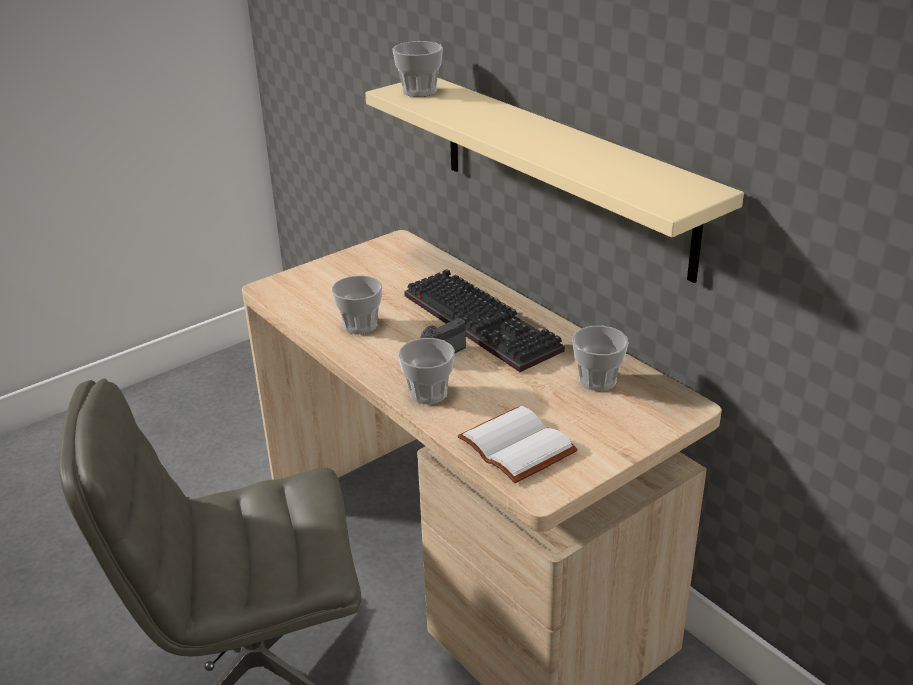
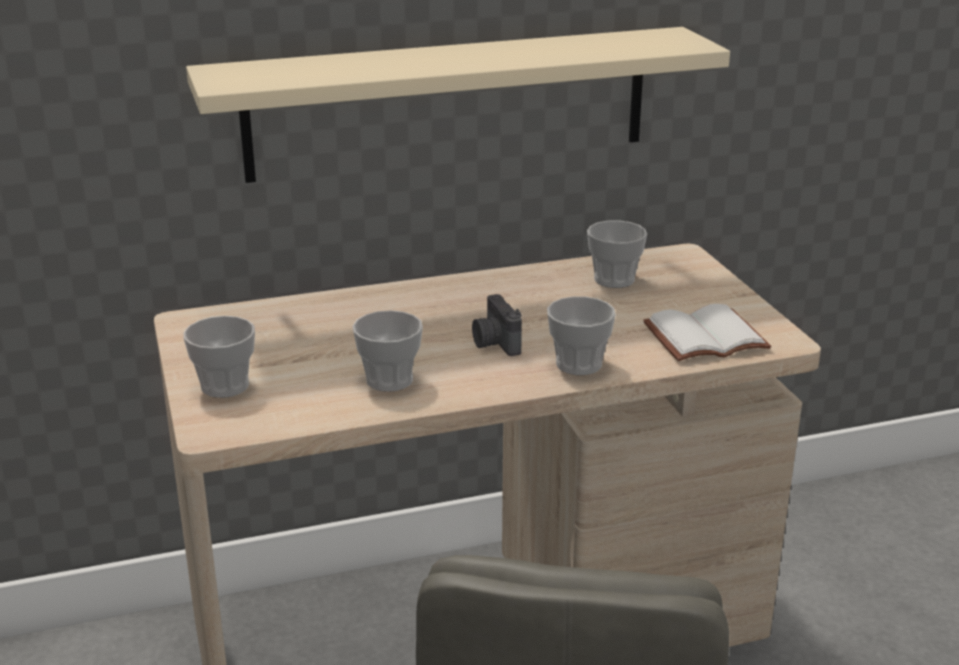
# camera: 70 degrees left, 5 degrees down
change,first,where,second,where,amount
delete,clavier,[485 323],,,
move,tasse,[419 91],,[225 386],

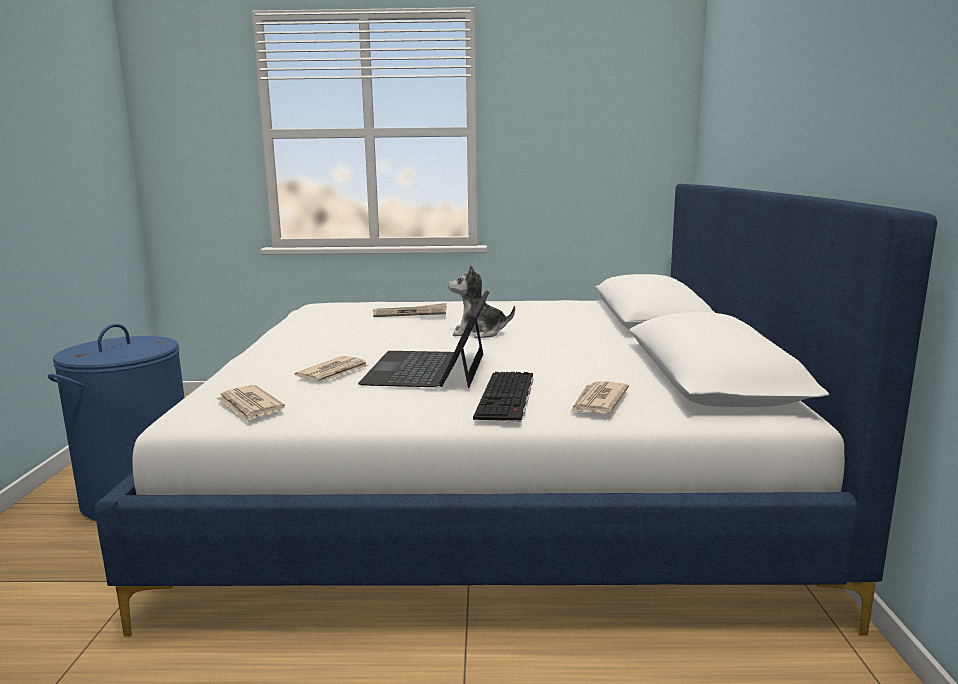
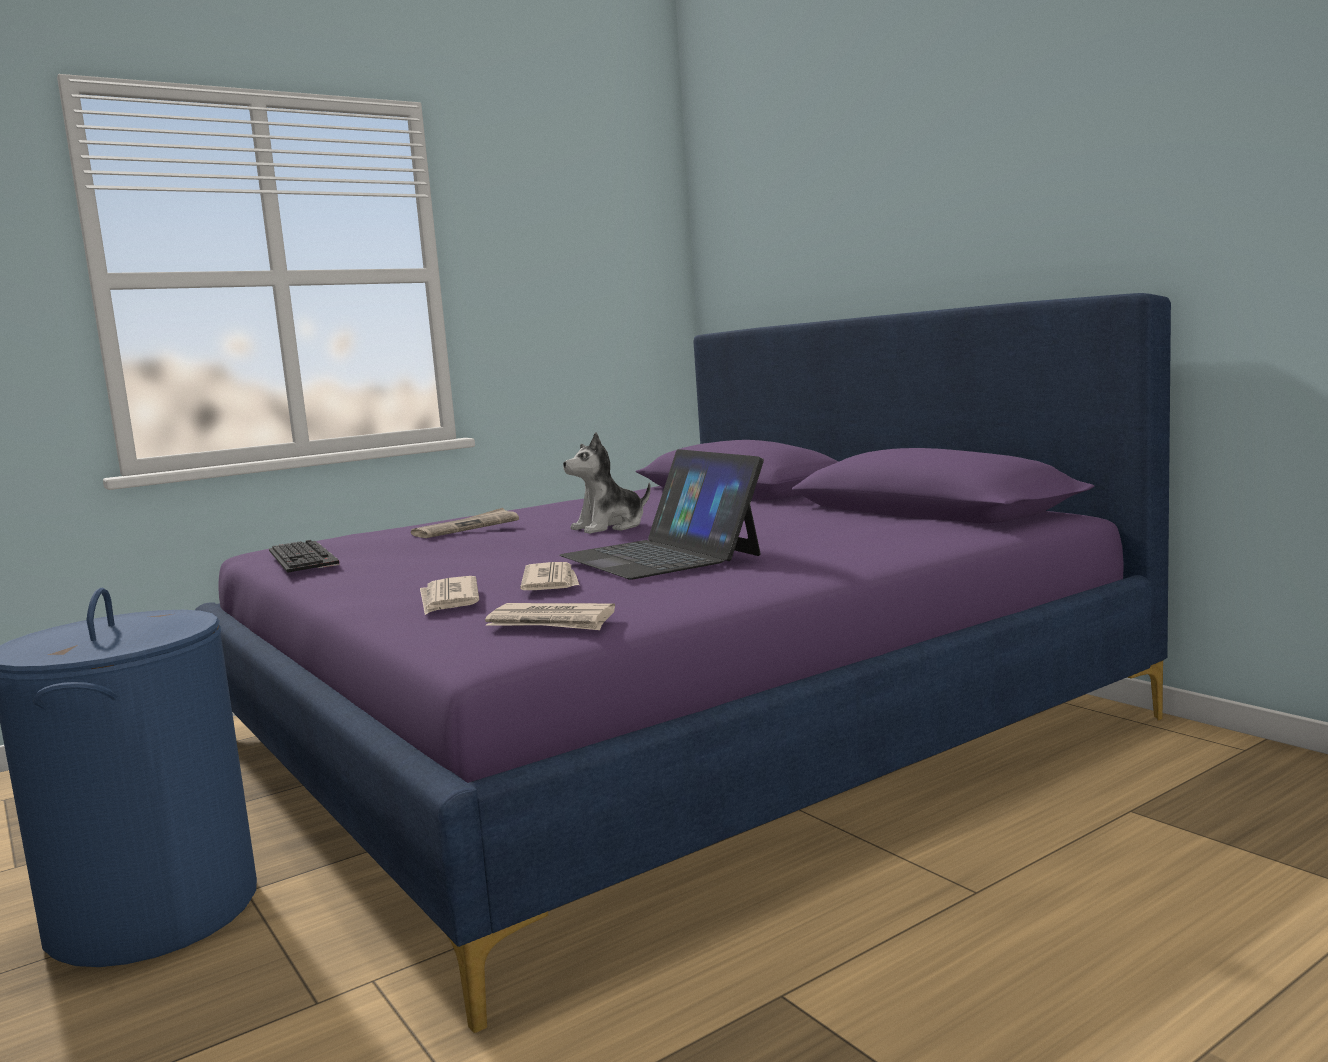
# camera: 35 degrees left, 5 degrees down
change,first,where,second,where,amount
move,clavier,[507 397],,[305 557],
move,journal,[598 401],,[449 600],
recolor,lit [blanc],[491 480],lit [violet],[658 726],

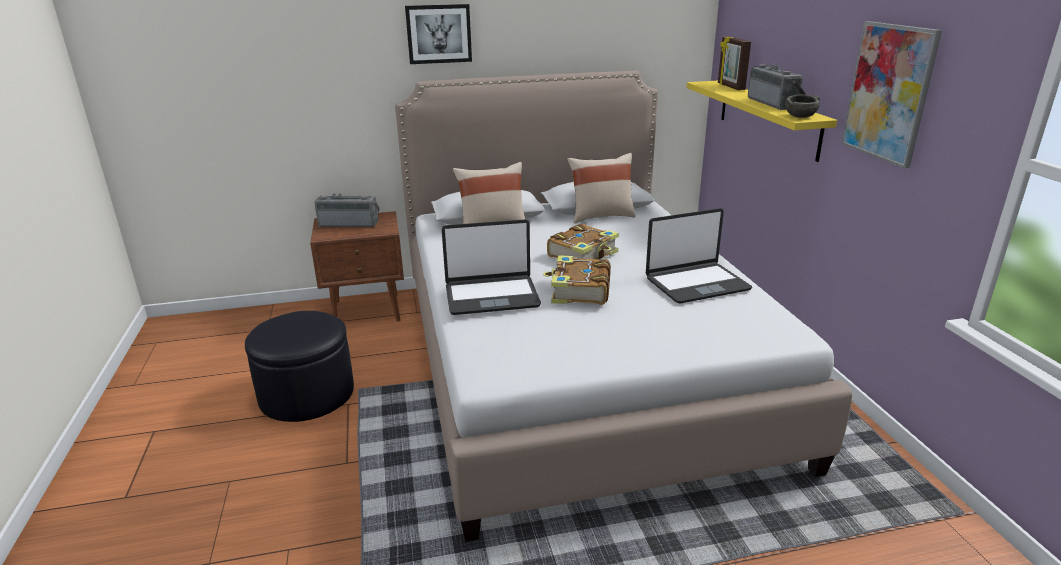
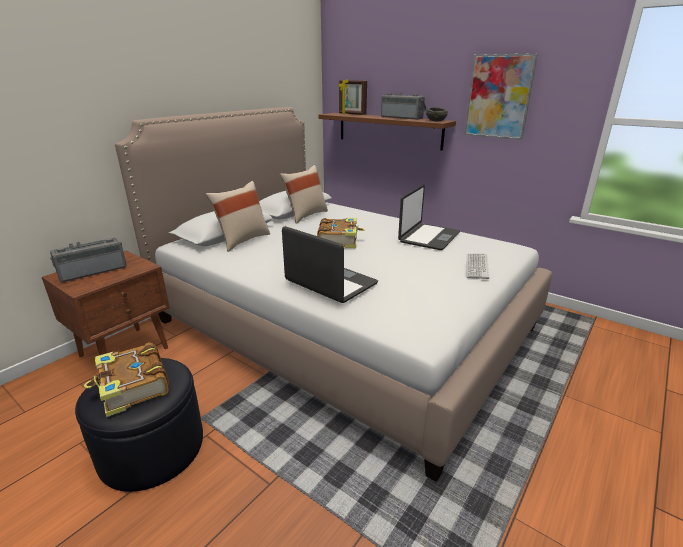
# camera: 40 degrees left, 0 degrees up
change,first,where,second,where,amount
delete,tableau,[439 34],,,
insert,,,clavier,[477 266],
move,livre,[579 291],,[132 387],
recolor,étagère [jaune],[767 118],étagère [marron],[388 130],
rotate,ordinateur portable,[491 296],,[330 283],90 degrees counterclockwise

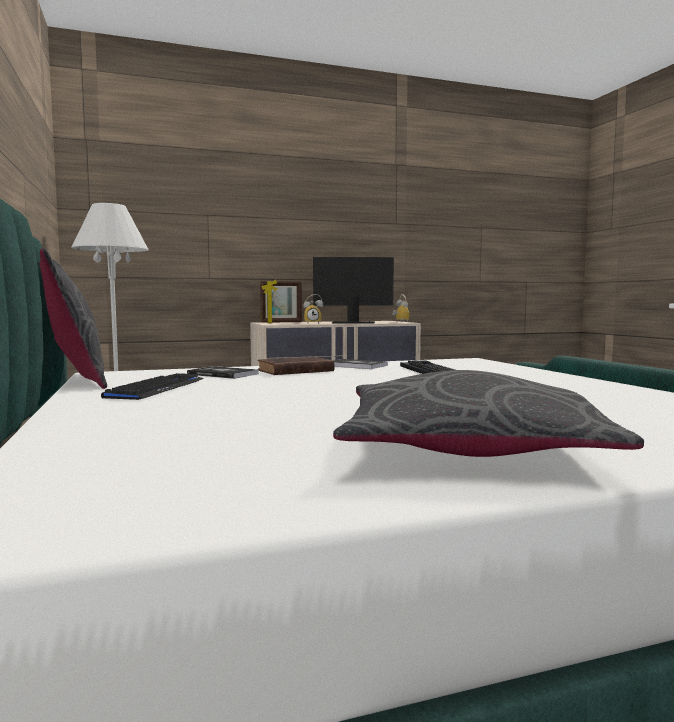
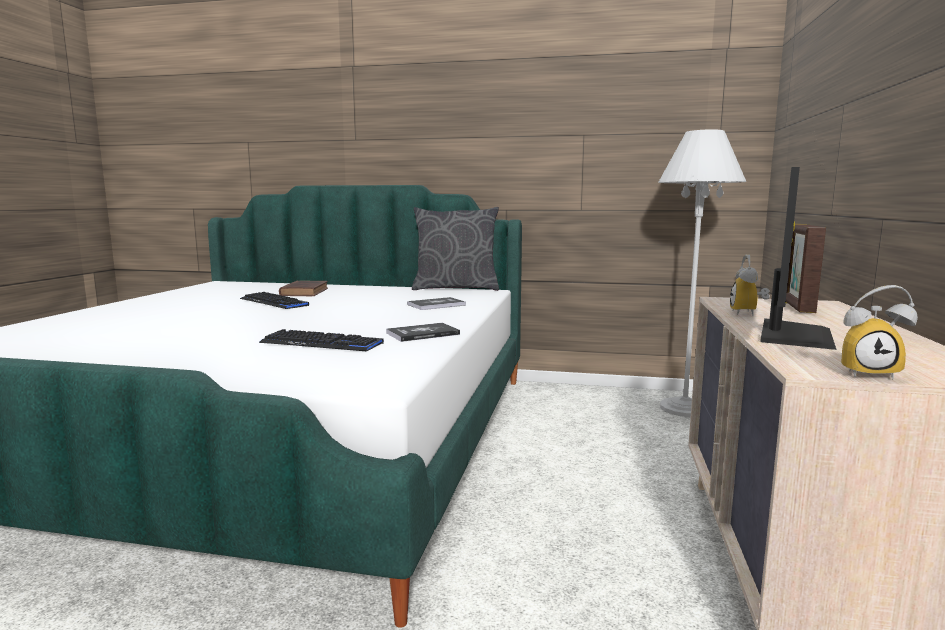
# camera: 120 degrees right, 5 degrees up
change,first,where,second,where,amount
delete,coussin [gris],[466 447],,,
move,clavier,[157 389],,[274 302],
move,livre [marron],[293 371],,[305 292],

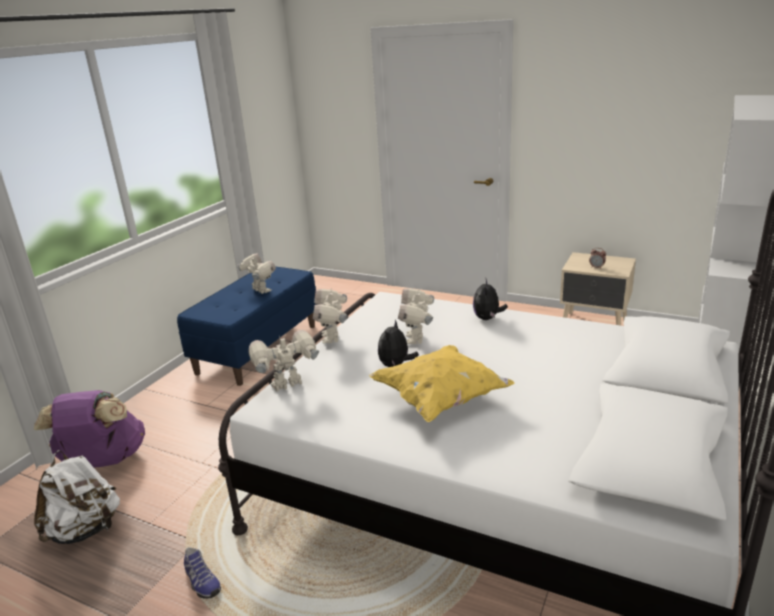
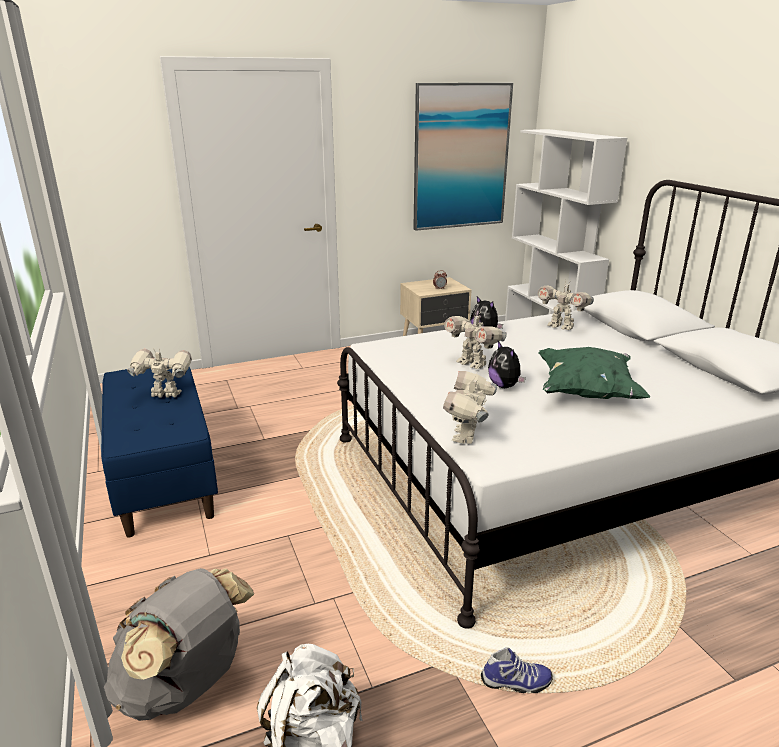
# camera: 50 degrees left, 0 degrees up
change,first,where,second,where,amount
insert,,,tableau,[461 157],
move,robot jouet,[332 338],,[561 326],
recolor,sac à dos [violet],[103 461],sac à dos [gris],[186 685],
recolor,coussin [jaune],[441 400],coussin [vert],[586 392],

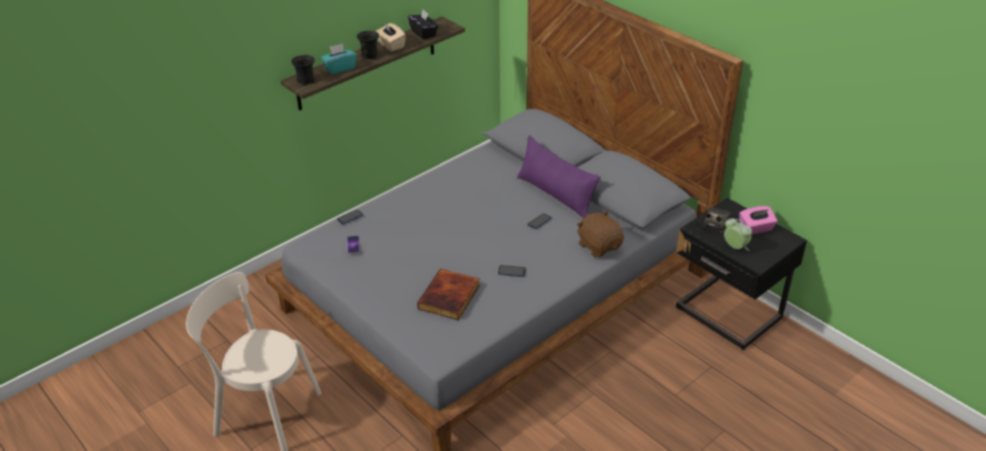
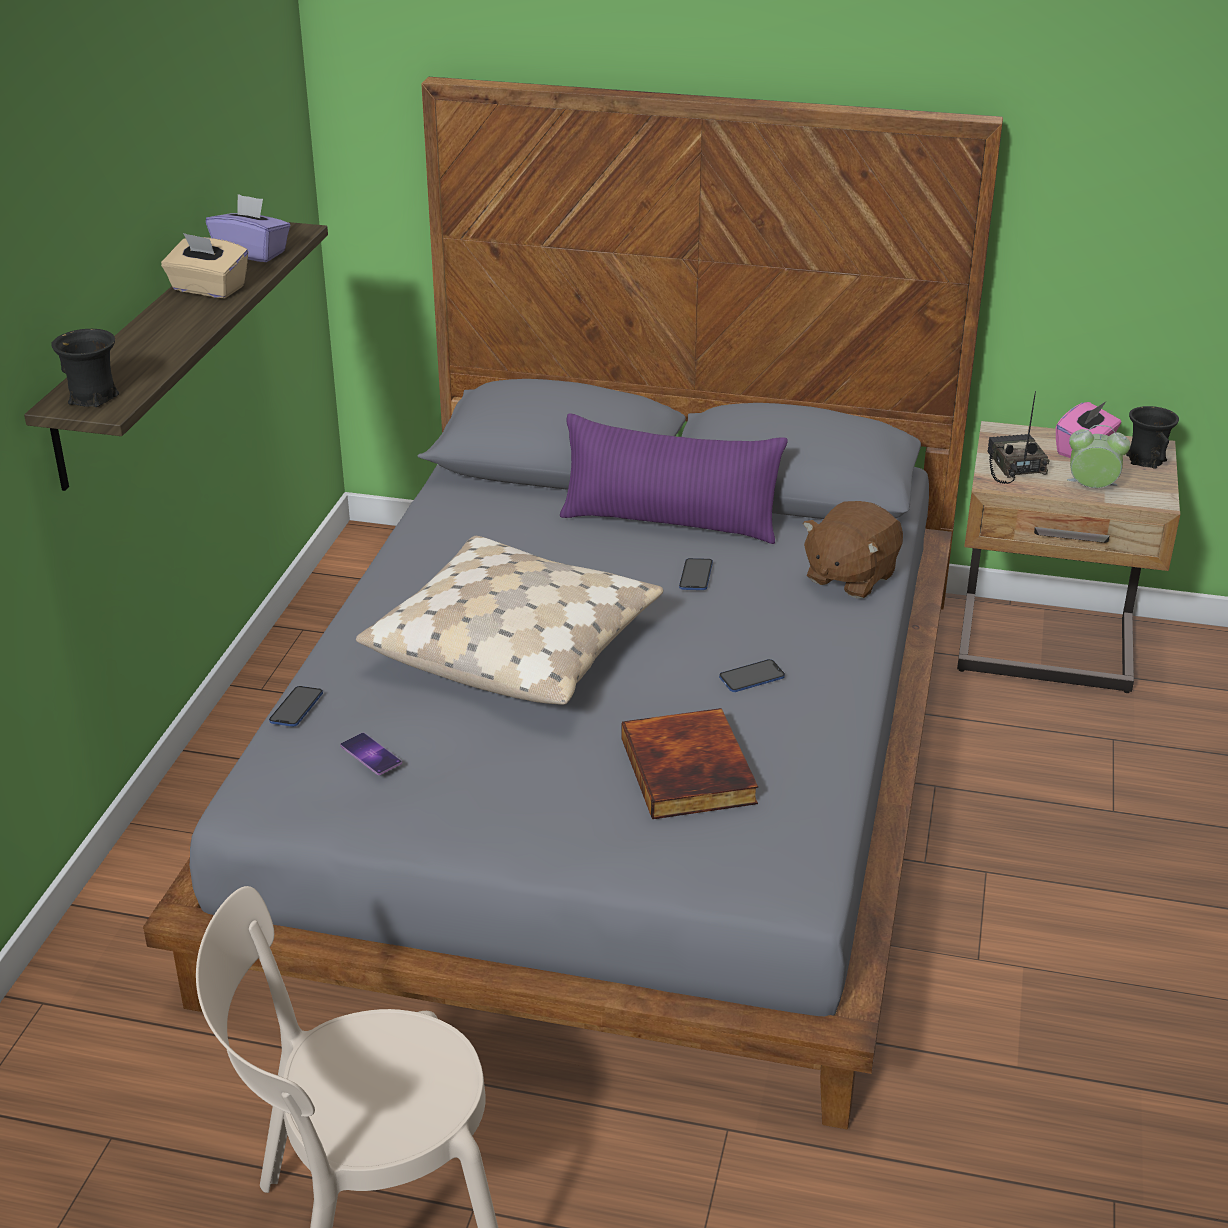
# camera: 35 degrees left, 5 degrees down
change,first,where,second,where,amount
delete,boîte à mouchoirs [turquoise],[340 68],,,
insert,,,coussin [beige],[515 645],
move,mug [noir],[370 56],,[1146 460],
recolor,boîte à mouchoirs [noir],[423 33],boîte à mouchoirs [violet],[252 253],
recolor,table de chevet [noir],[727 315],table de chevet [beige],[1046 650],
rotate,peluche [marron],[599 246],,[849 577],75 degrees counterclockwise

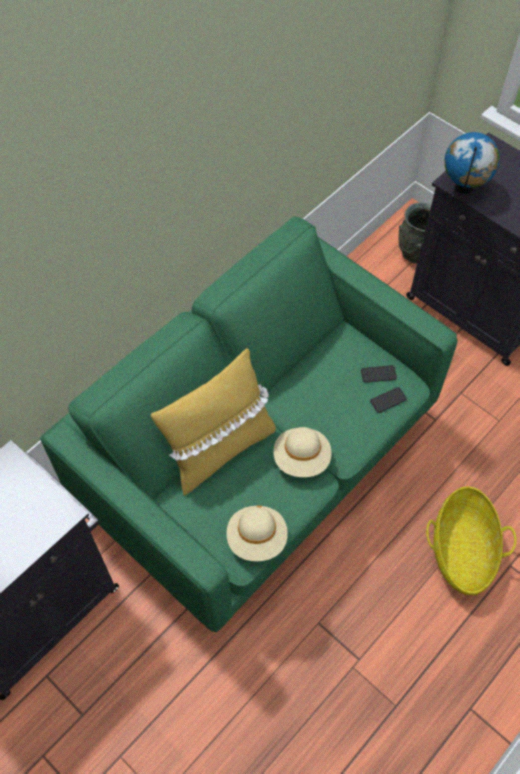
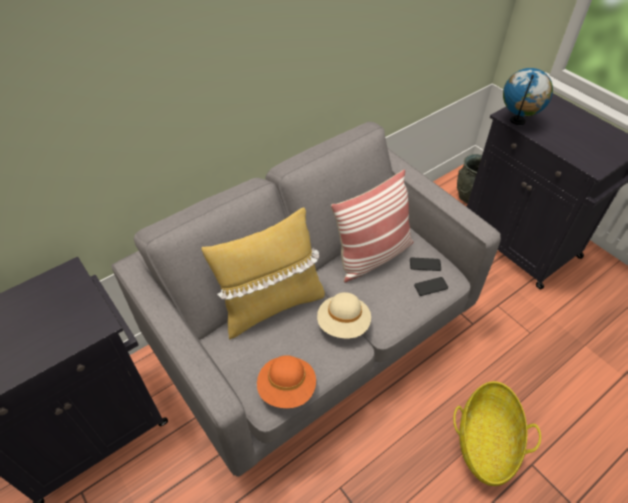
# camera: 10 degrees right, 10 degrees down
change,first,where,second,where,amount
insert,,,coussin,[373 256],
recolor,canapé [vert],[259 463],canapé [gris],[314 337],
recolor,chapeau [beige],[257 538],chapeau [orange],[287 388],

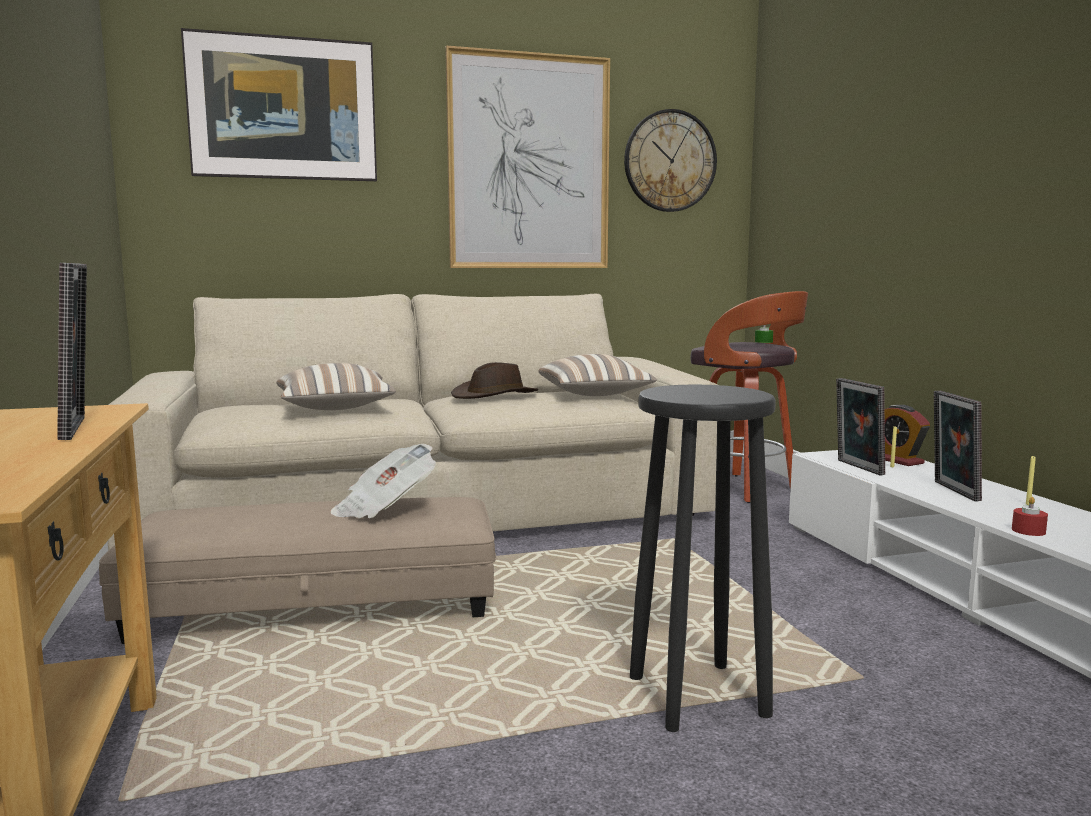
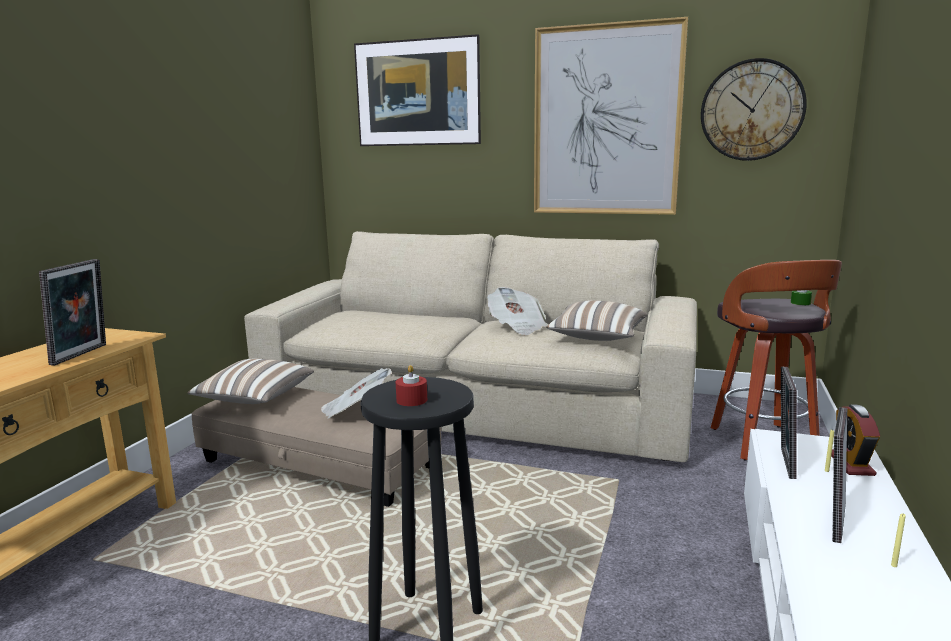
# camera: 35 degrees right, 5 degrees up
change,first,where,second,where,amount
move,coussin,[335 409],,[254 399],
move,bougie [rouge],[1028 531],,[411 400],
replace,chapeau [marron],[495 395],journal,[517 327],

